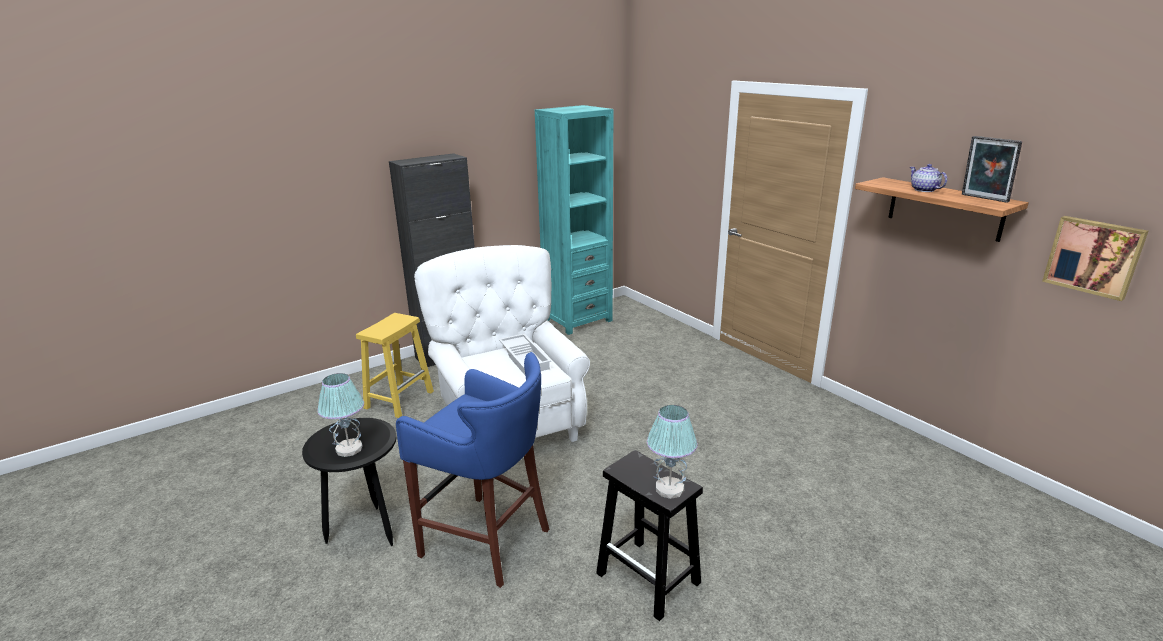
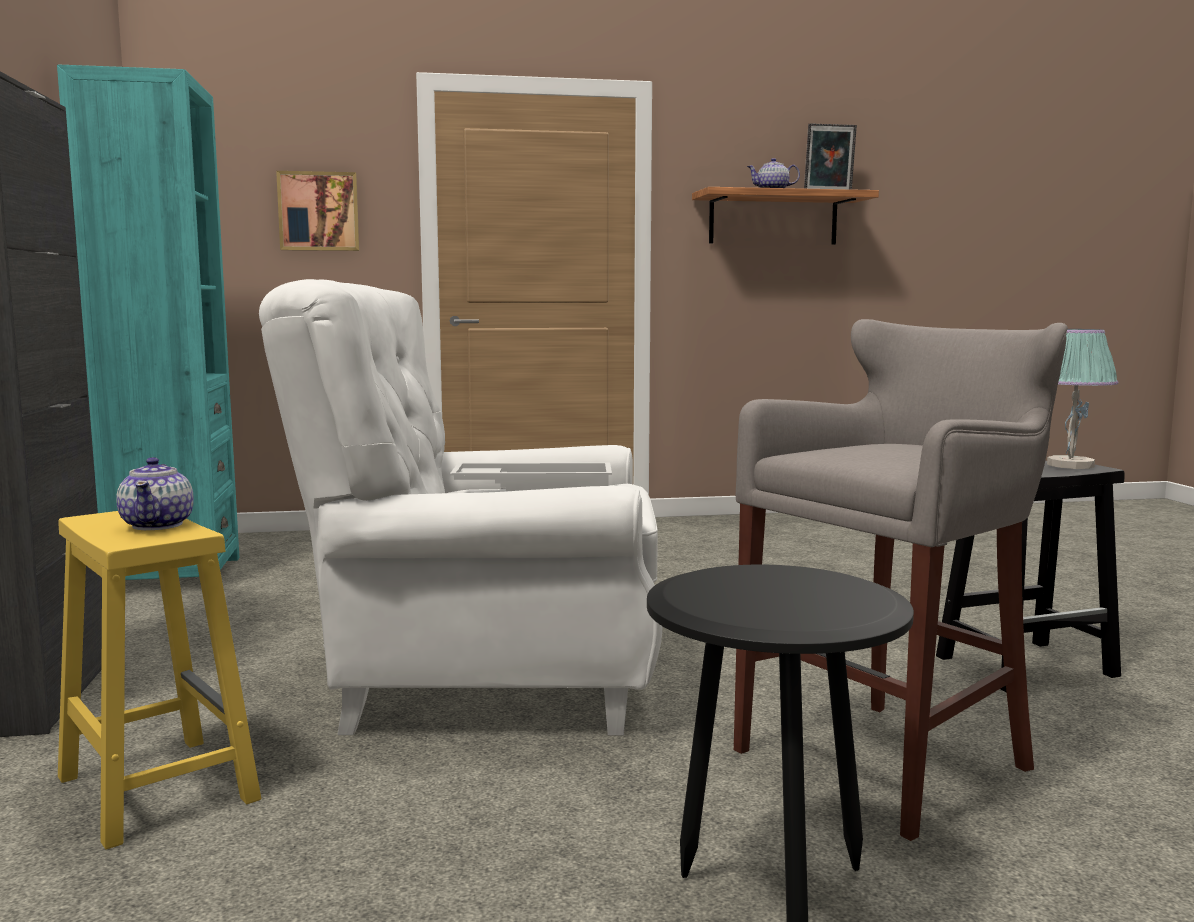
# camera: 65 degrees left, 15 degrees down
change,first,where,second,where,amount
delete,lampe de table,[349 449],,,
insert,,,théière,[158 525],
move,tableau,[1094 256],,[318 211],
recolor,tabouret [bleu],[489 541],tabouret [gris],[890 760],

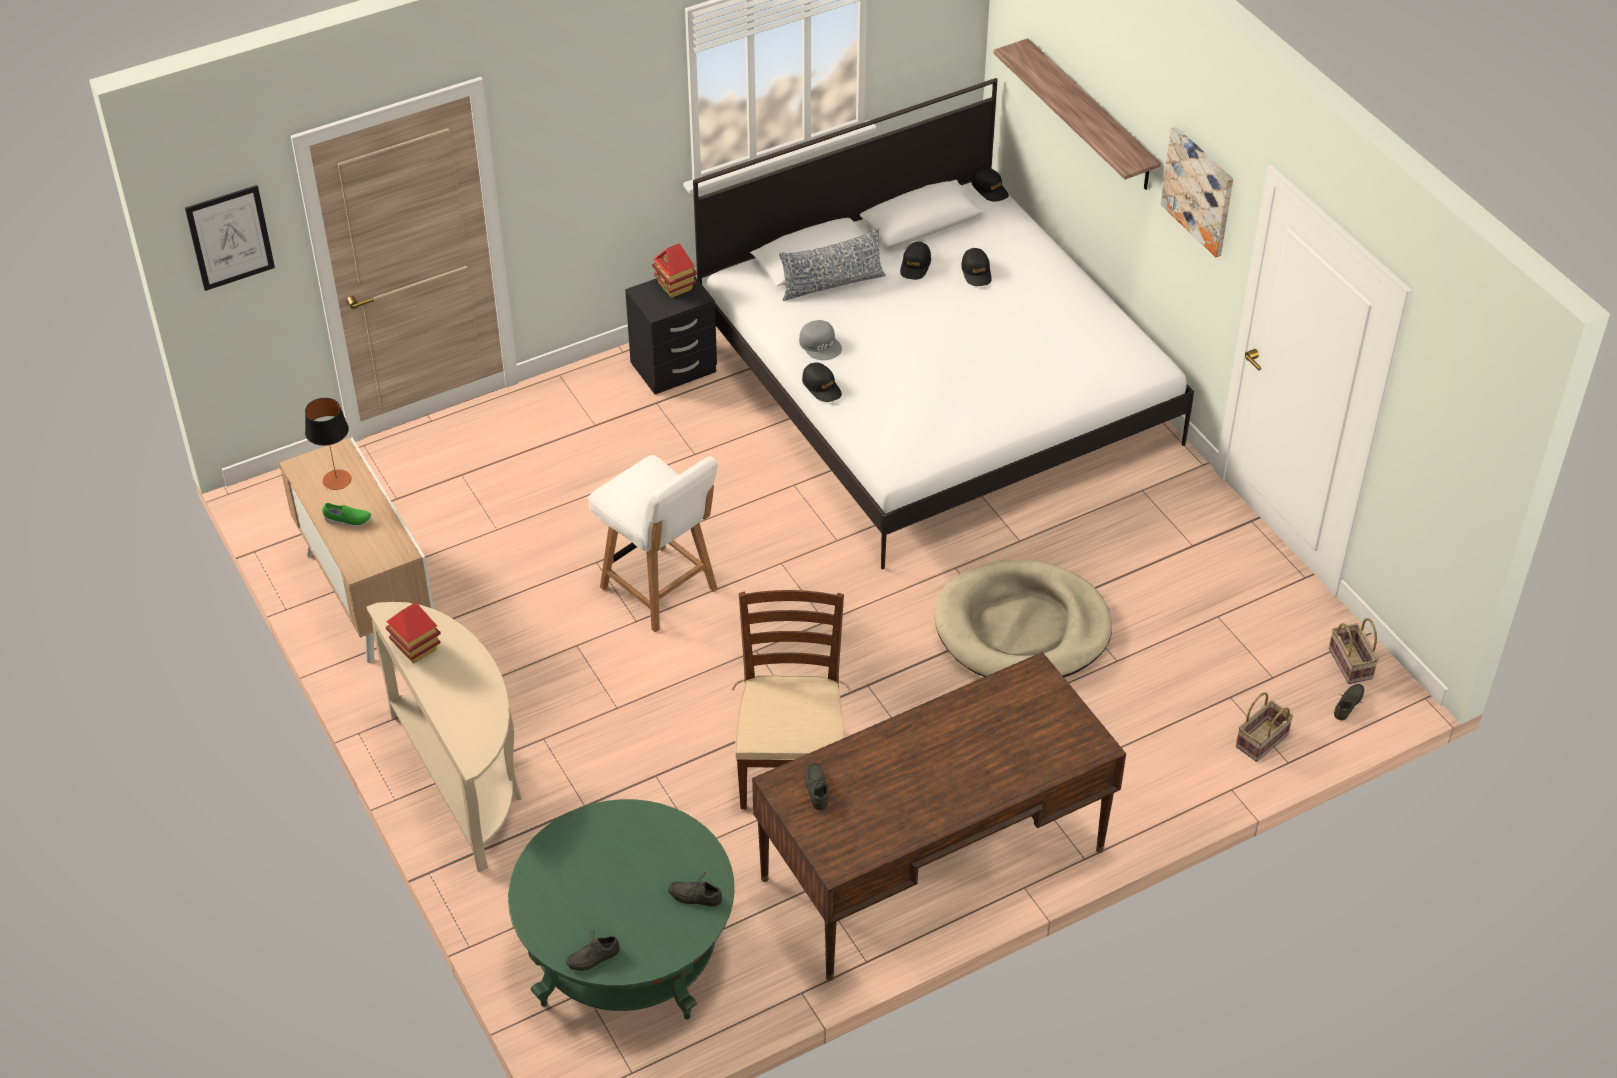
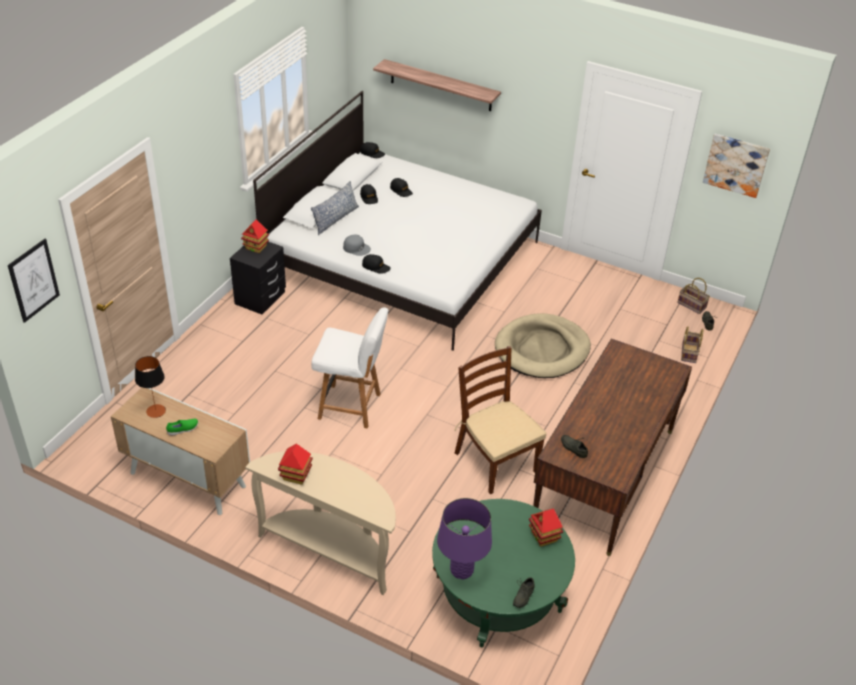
# camera: 35 degrees left, 5 degrees down
change,first,where,second,where,amount
insert,,,lampe de table [violet],[461 571],
move,tableau,[1199 190],,[736 164],
replace,chaussure [gris],[695 895],maison miniature,[544 536],

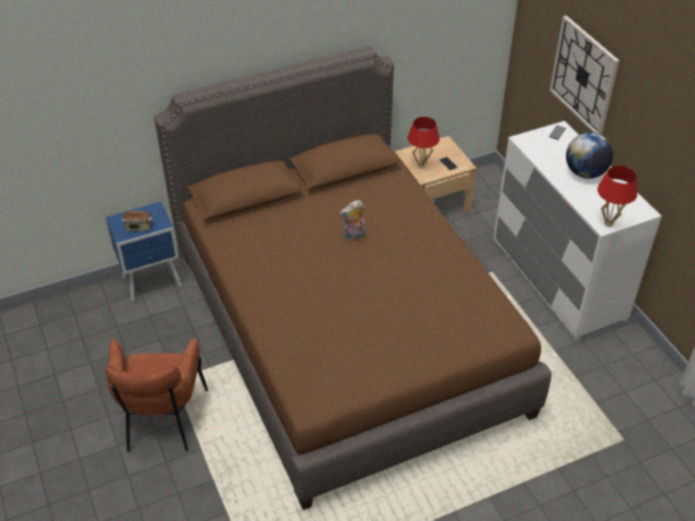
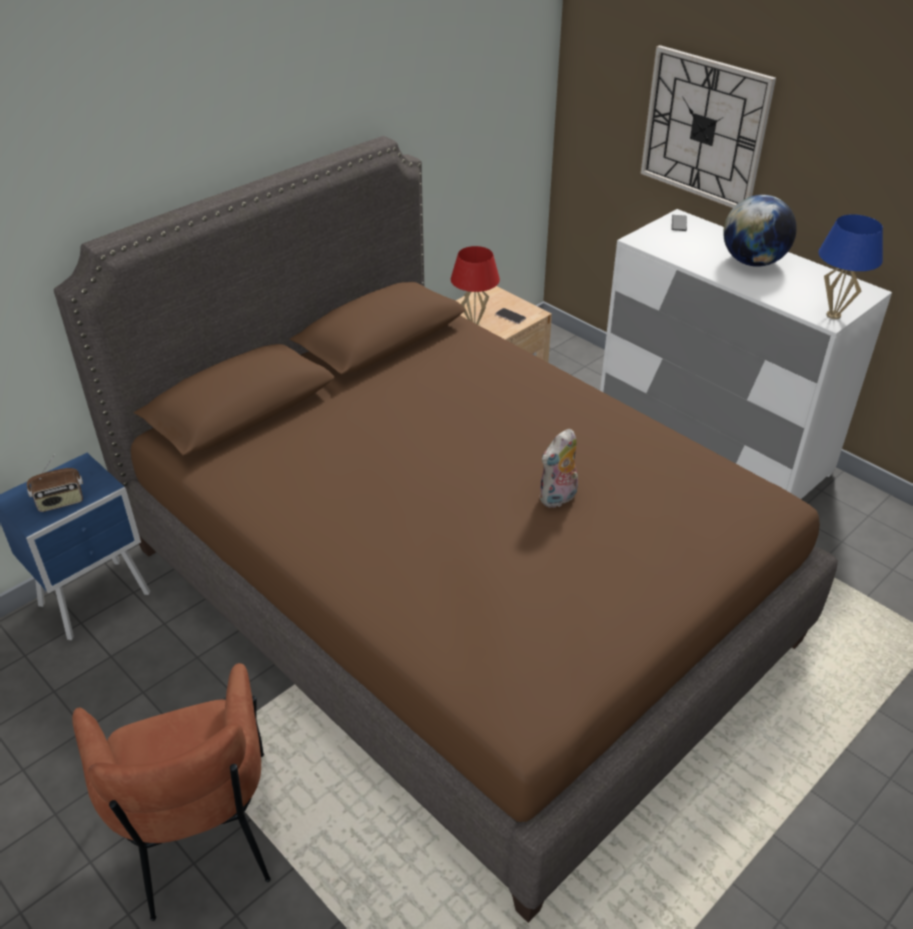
# camera: 20 degrees left, 5 degrees down
change,first,where,second,where,amount
move,peluche,[354 236],,[558 498],
recolor,lampe de table [rouge],[608 223],lampe de table [bleu],[833 315],

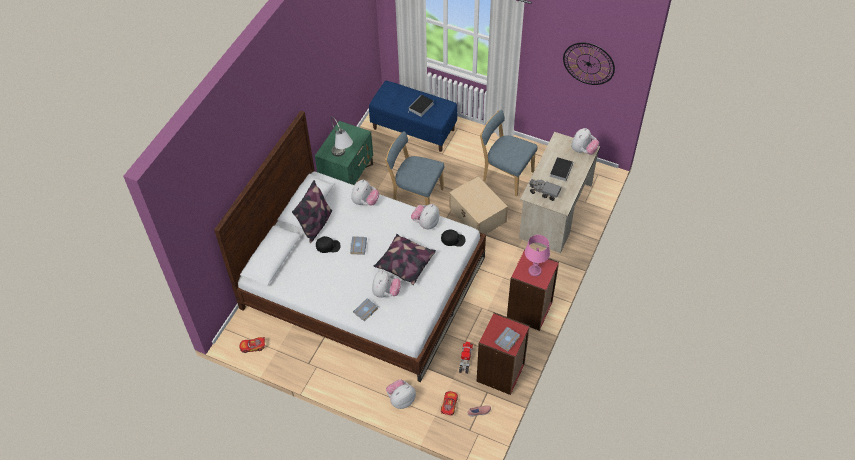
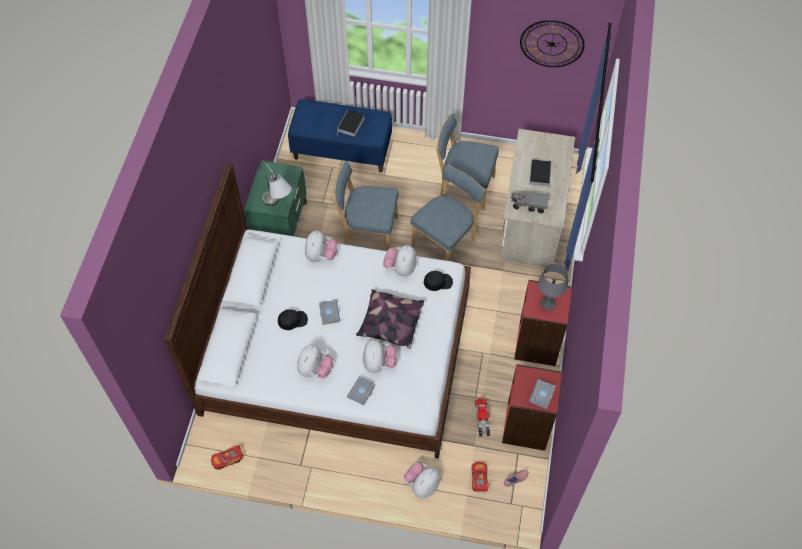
# camera: 15 degrees left, 5 degrees up
change,first,where,second,where,amount
delete,coussin,[316 224],,,
move,peluche,[583 150],,[315 369],
replace,boîte de rangement [beige],[477 215],chaise [bleu],[446 241],
recolor,lampe de table [rose],[534 270],lampe de table [gris],[548 303],

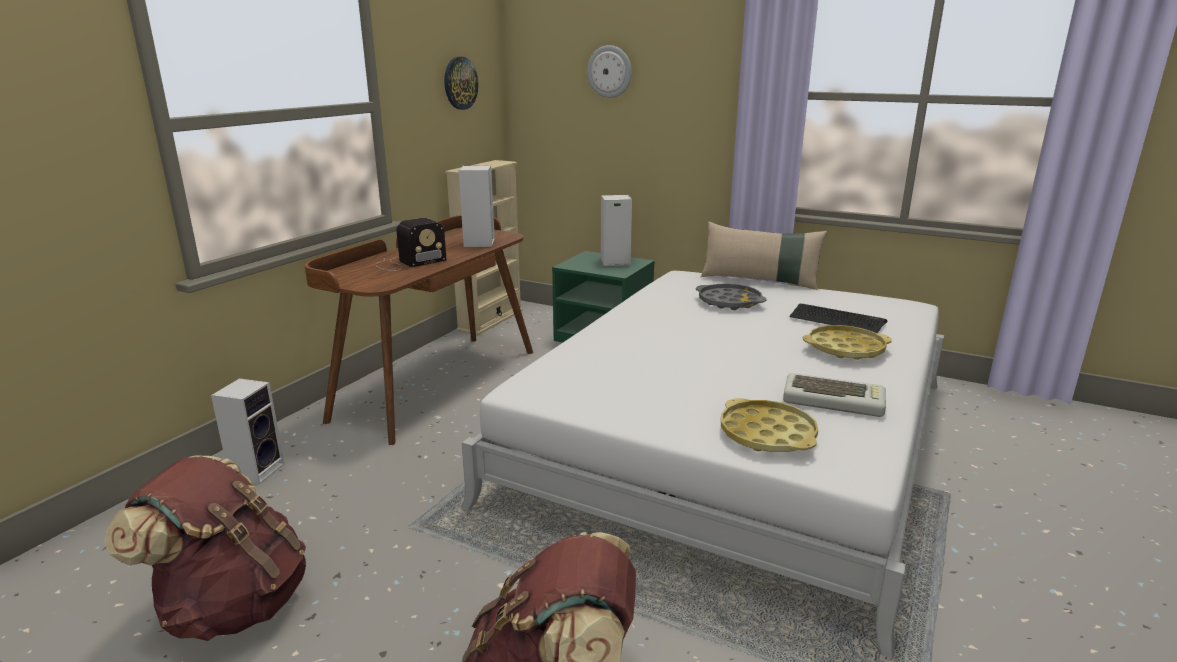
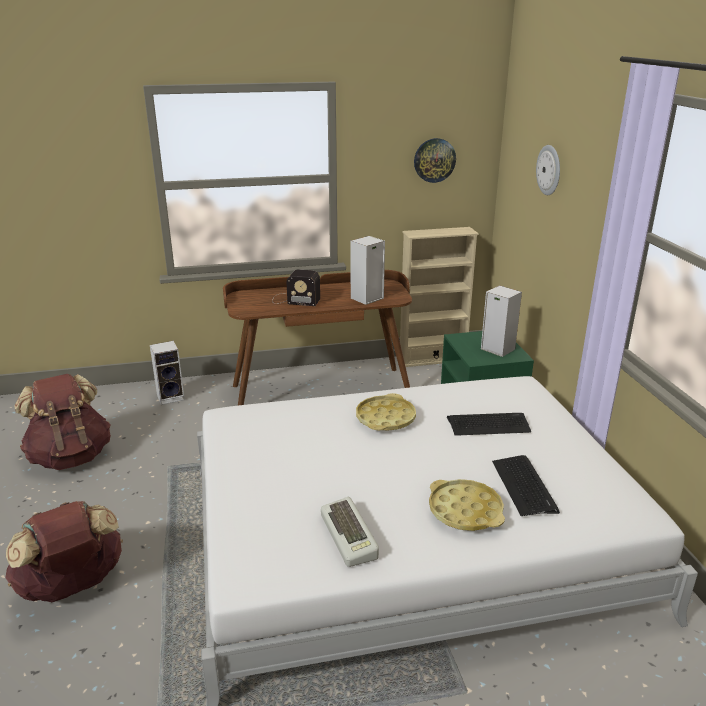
# camera: 50 degrees right, 5 degrees up
change,first,where,second,where,amount
delete,coussin [beige],[759 281],,,
move,plateau [jaune],[767 434],,[385 418],
replace,plateau [gris],[729 302],clavier,[488 425],

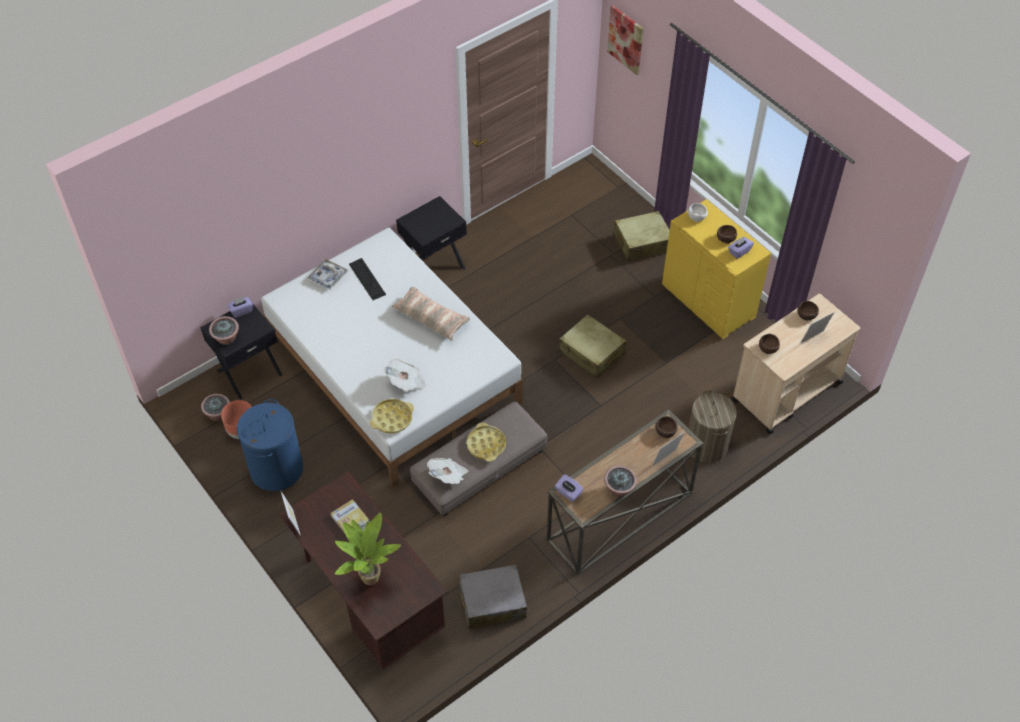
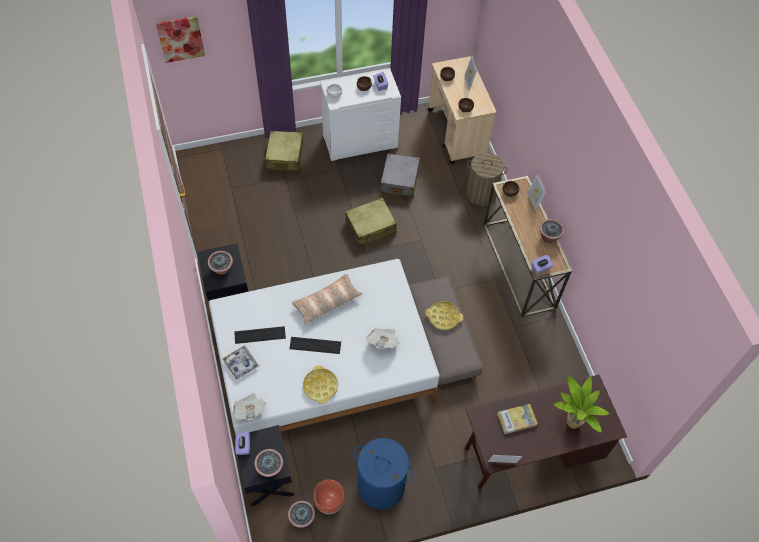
# camera: 70 degrees left, 5 degrees up
change,first,where,second,where,amount
insert,,,plante en pot,[222 269],
insert,,,clavier,[315 345],
move,plateau [jaune],[392 418],,[320 386],
move,journal,[448 476],,[250 410],
move,valise [gris],[492 602],,[399 181],
recolor,commode [jaune],[709 301],commode [blanc],[360 141],

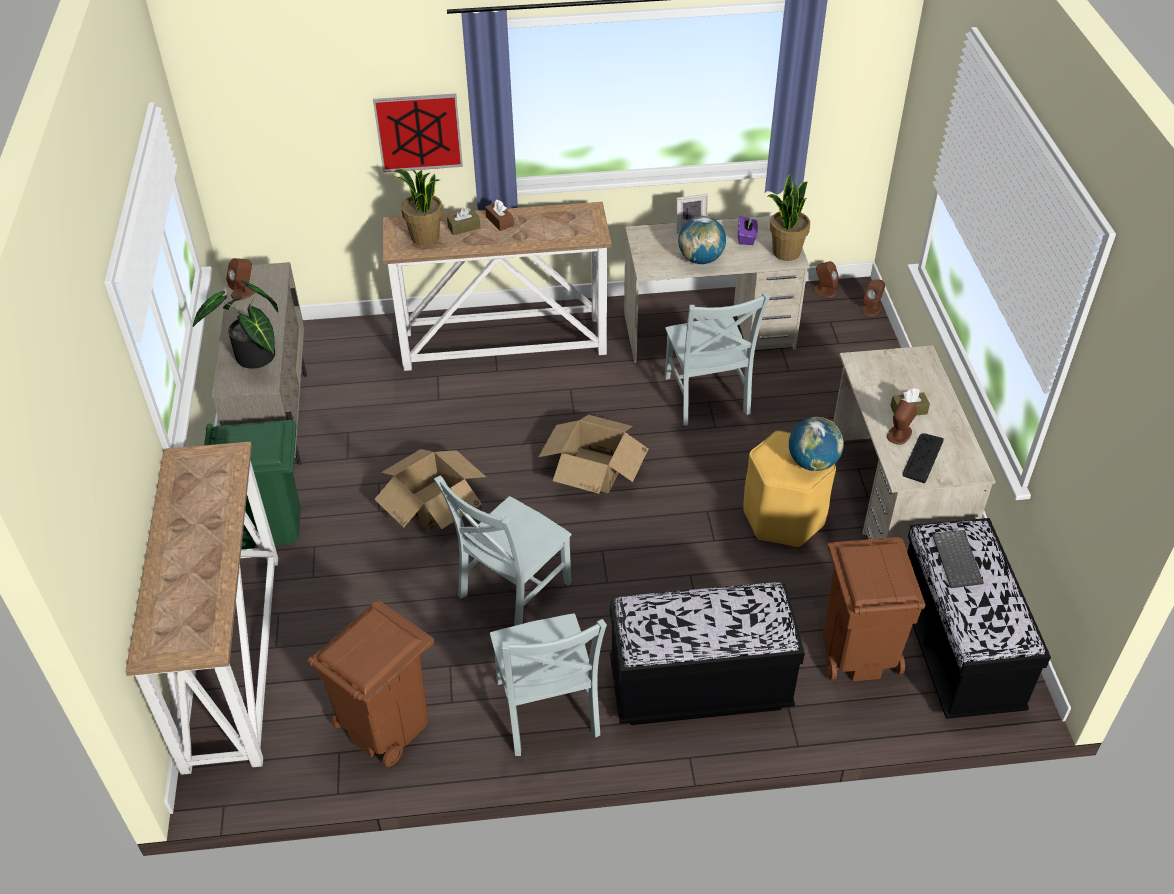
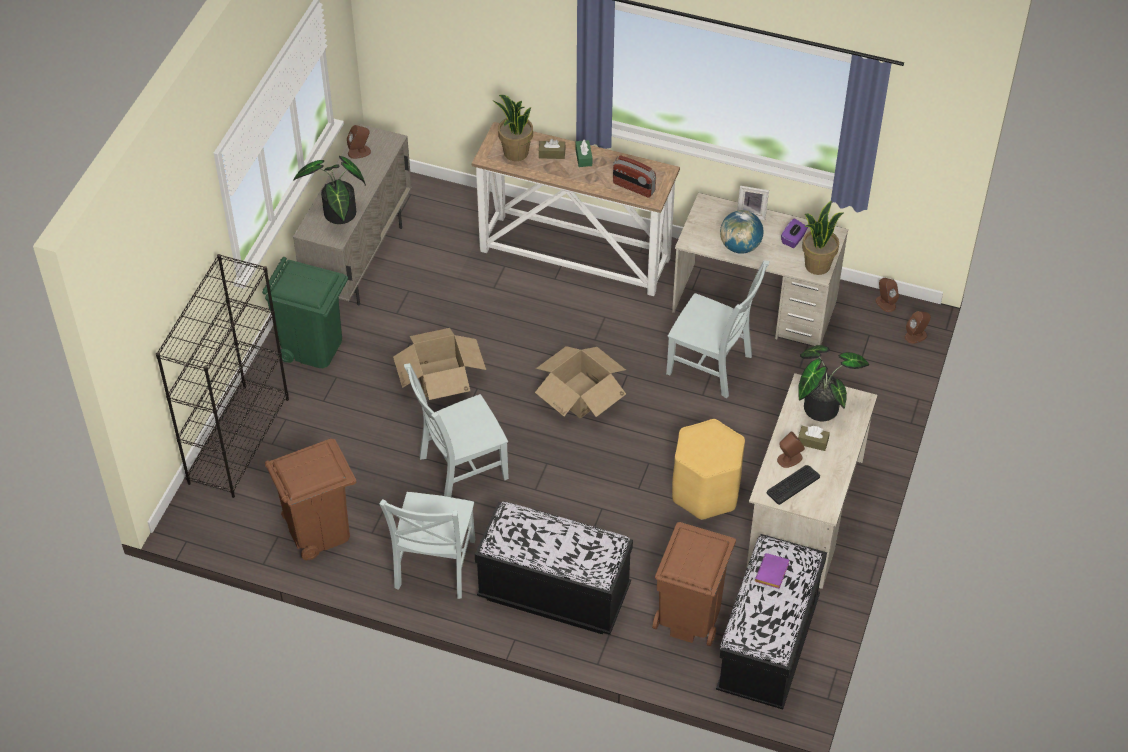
# camera: 25 degrees right, 5 degrees up
change,first,where,second,where,amount
delete,tableau,[419 132],,,
delete,globe,[812 463],,,
insert,,,radio,[633 187],
insert,,,plante en pot,[821 405],
replace,table console,[232 657],bibliothèque [noir],[239 440],
replace,clavier,[958 561],livre [violet],[772 574],
recolor,boîte à mouchoirs [marron],[499 221],boîte à mouchoirs [vert],[583 157],
rotate,chaise [gris],[707 398],,[712 366],75 degrees counterclockwise

